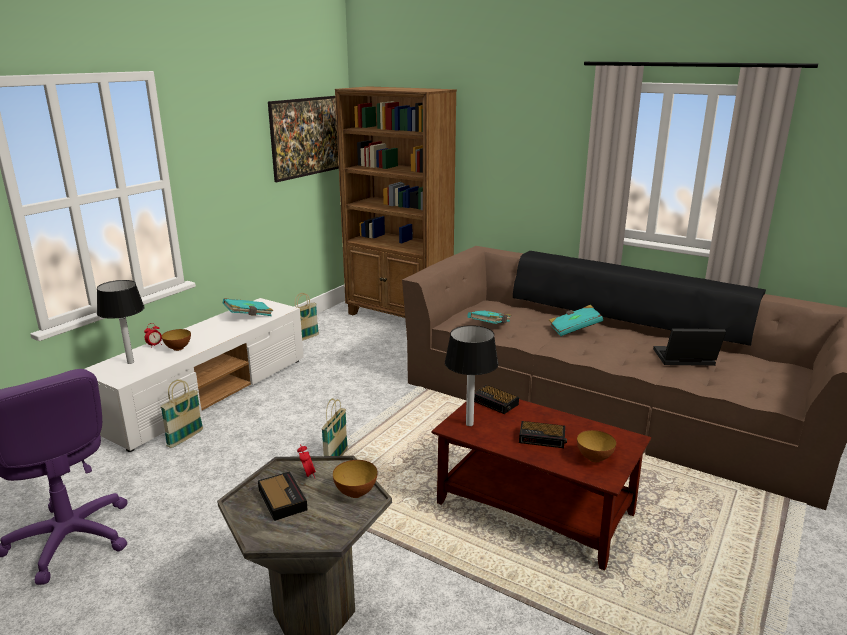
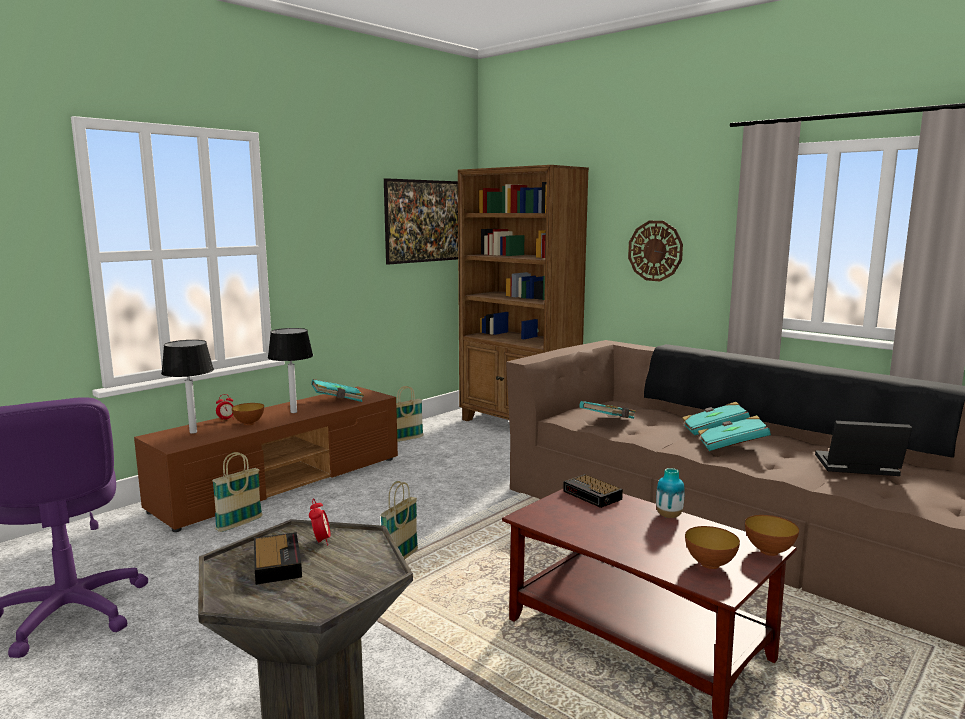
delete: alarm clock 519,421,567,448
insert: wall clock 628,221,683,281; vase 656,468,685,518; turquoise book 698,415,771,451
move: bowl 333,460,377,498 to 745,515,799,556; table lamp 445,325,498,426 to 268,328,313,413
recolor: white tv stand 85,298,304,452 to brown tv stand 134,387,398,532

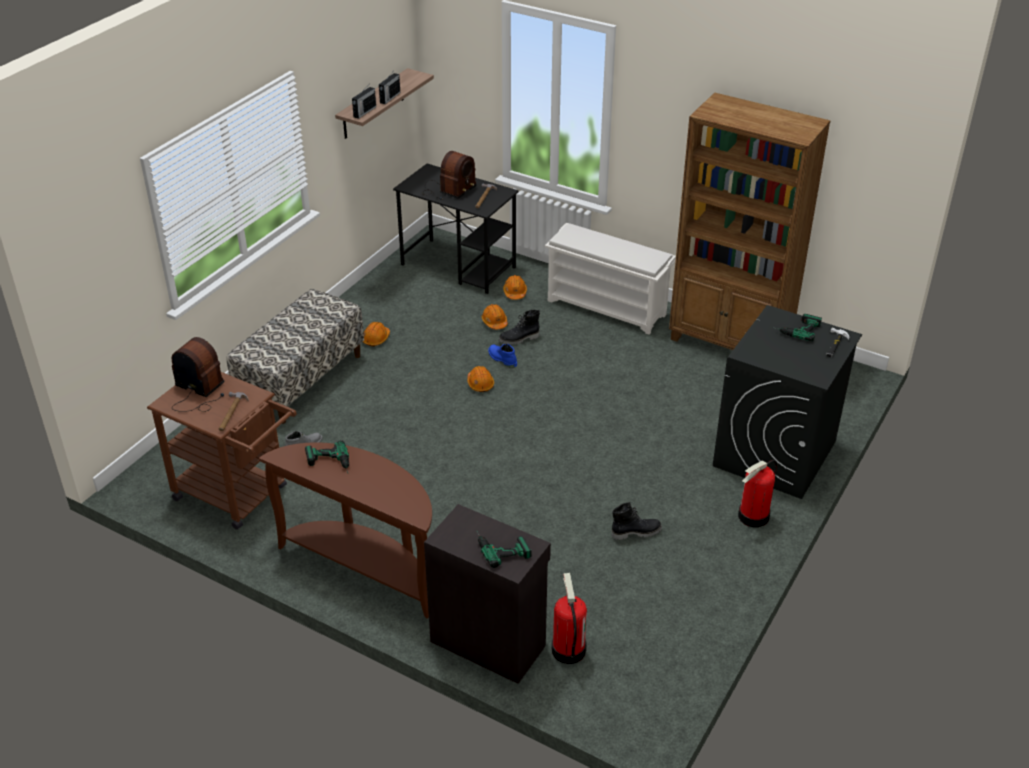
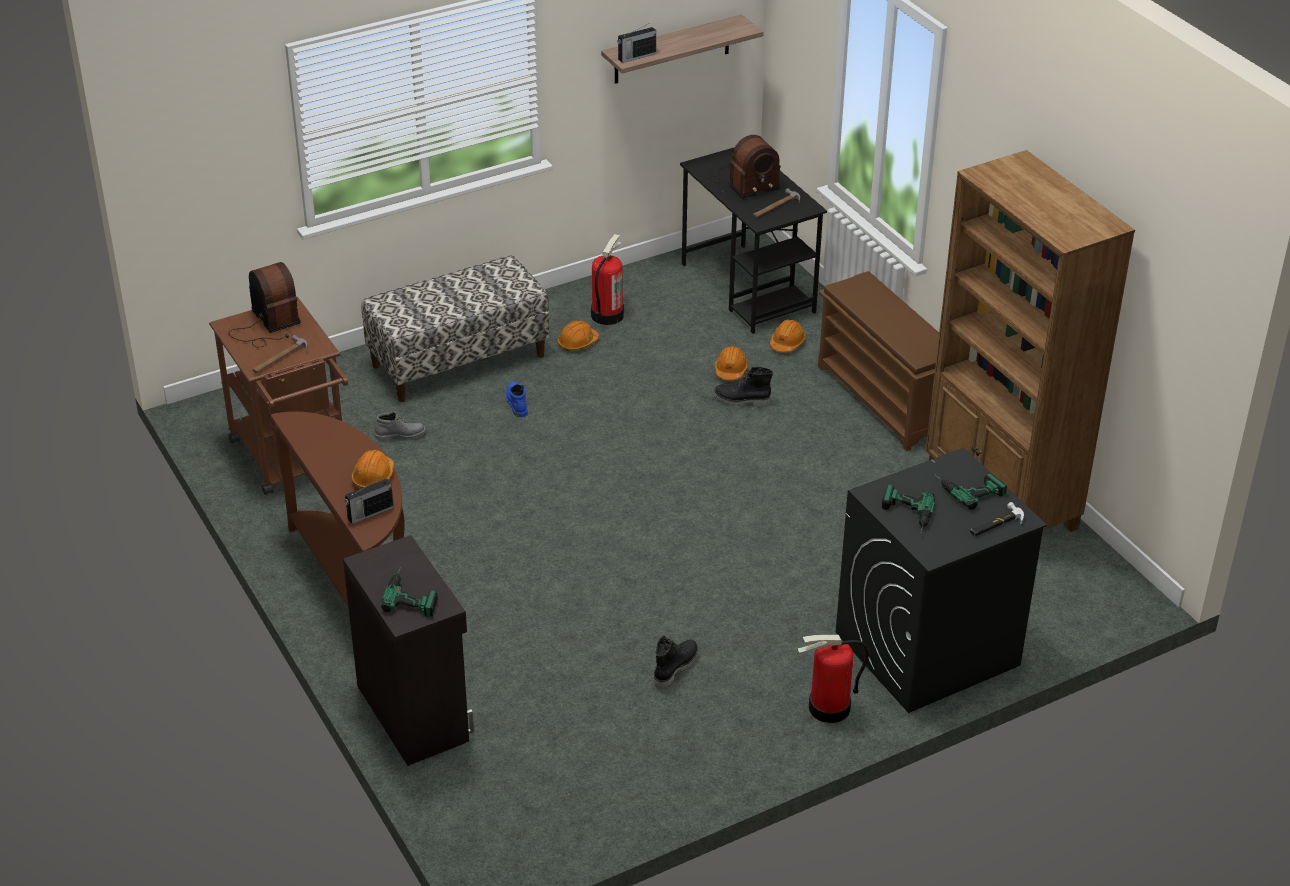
move: power drill 305,440,349,473 to 882,485,935,532; radio 379,72,400,104 to 345,477,394,524; orange hard hat 467,366,494,392 to 352,450,394,488; blue boot 488,344,517,368 to 506,381,528,417; fire extinguisher 552,573,587,664 to 591,234,624,325
recolor: white shoe rack 545,223,676,335 to brown shoe rack 818,271,939,451
rotate: black boot 611,502,662,540 = 654,635,699,689 75 degrees counterclockwise

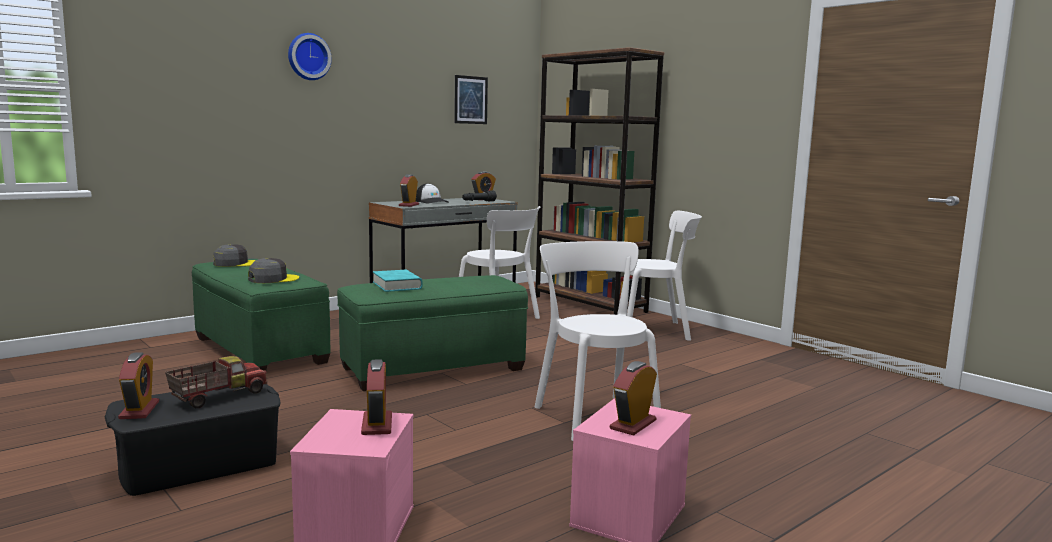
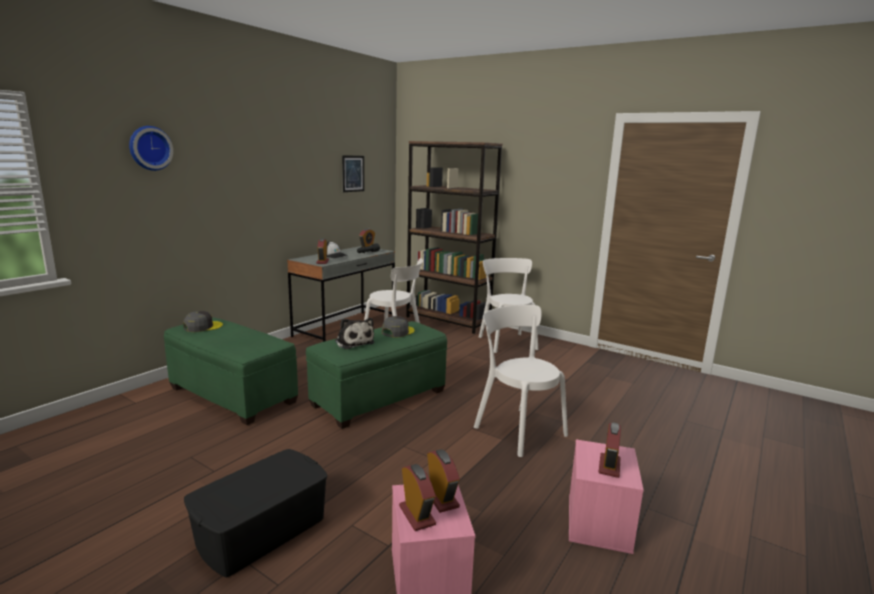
delete: toy truck 165,356,267,408
move: alarm clock 118,352,159,419 to 399,464,436,531; grey cap 248,258,299,283 to 382,316,415,338; wall clock 288,33,332,80 to 129,126,173,171
replace: turquoise book 373,270,423,292 to plush toy 335,318,375,349
rotate: white chair 617,210,702,341 = 479,258,538,353 90 degrees counterclockwise

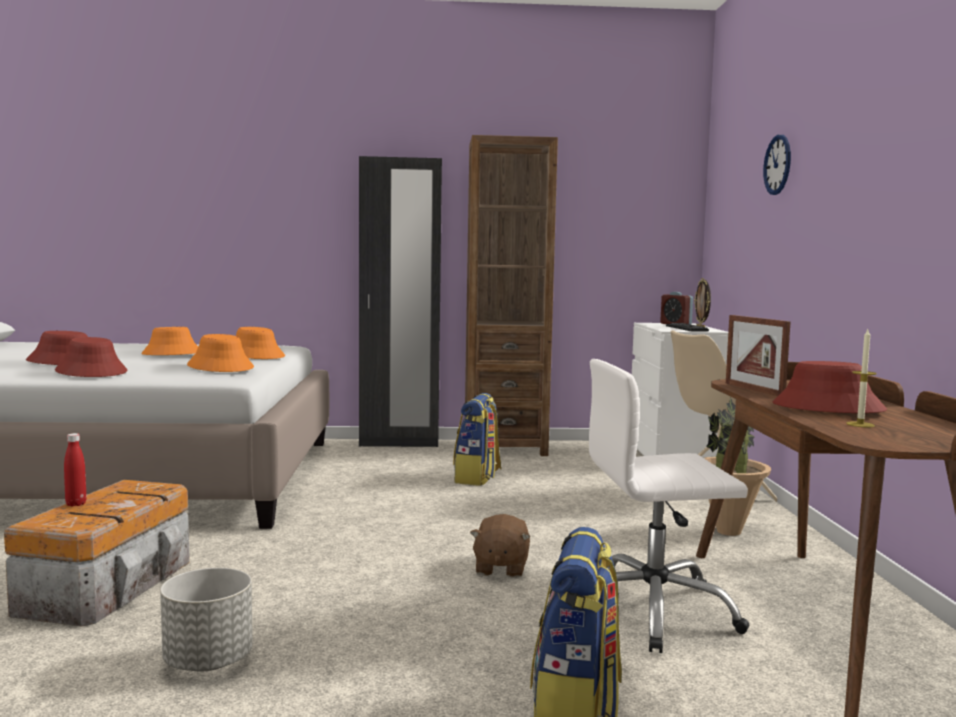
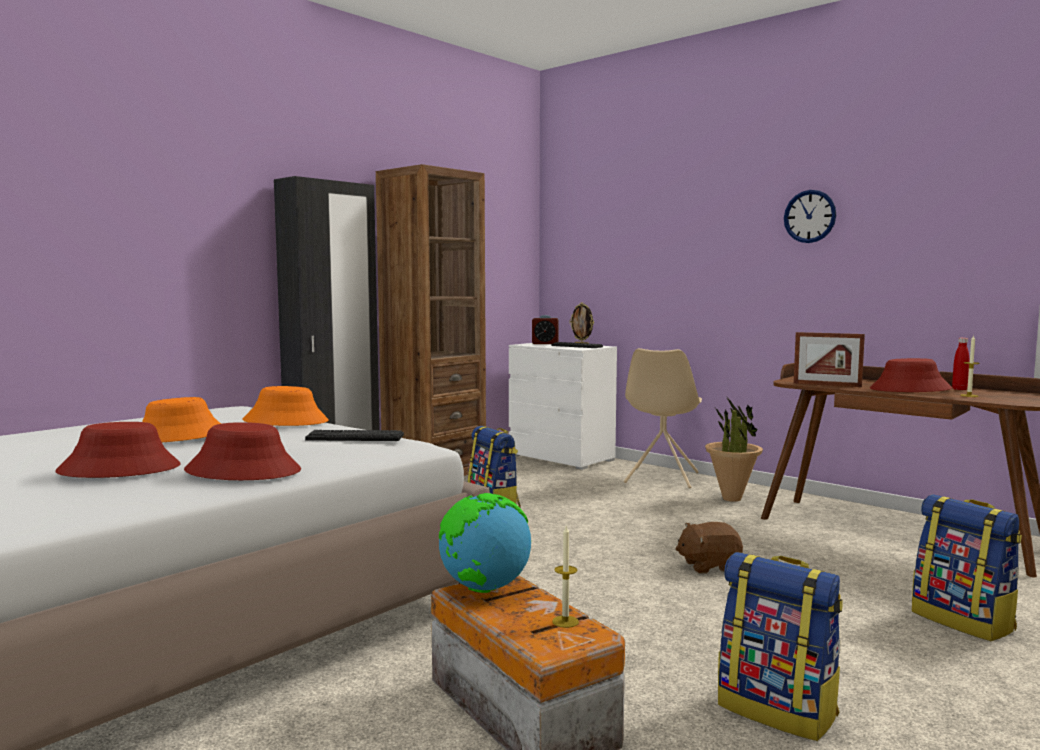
delete: white office chair 589,359,749,653
insert: globe 439,493,531,593; candle 552,526,579,628
move: red bottle 64,433,87,506 to 952,338,970,390; wall clock 763,135,791,195 to 784,190,836,243
replace: grey planter 160,568,253,672 to backpack 718,552,843,741; orange hat 187,334,254,372 to keyboard 305,430,404,441
rotate: brown plush toy 470,514,530,578 = 675,522,743,573 120 degrees clockwise

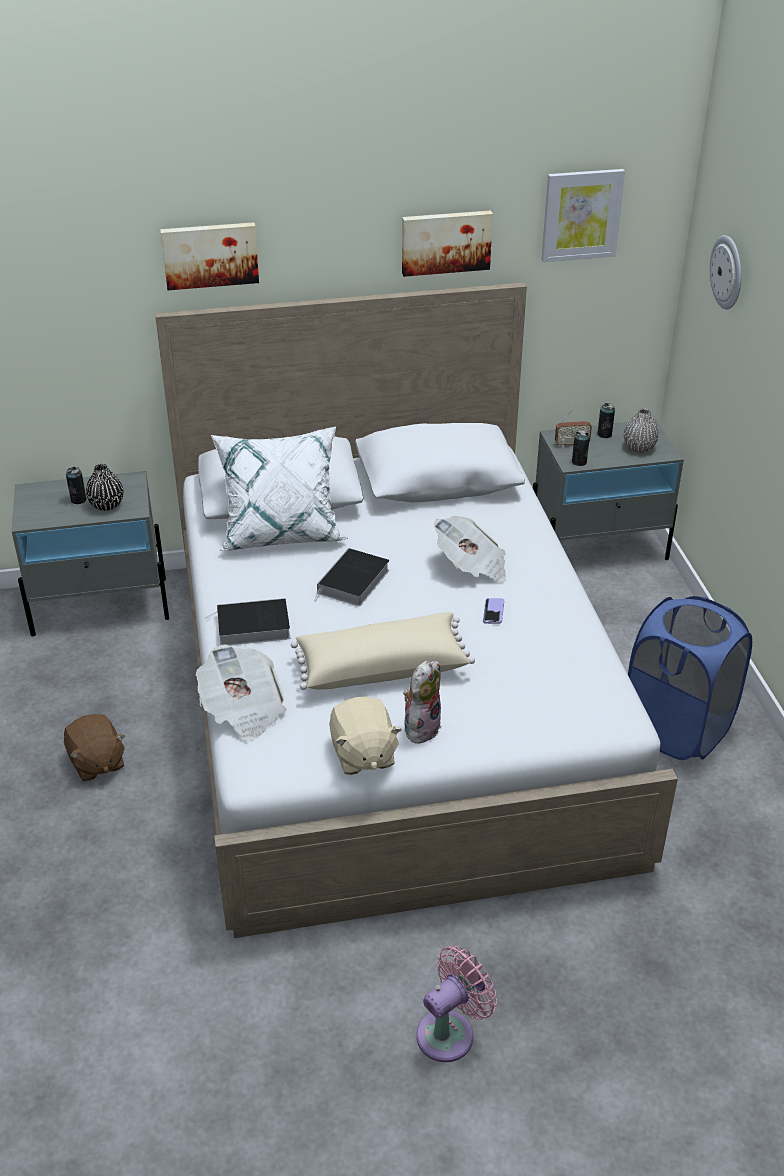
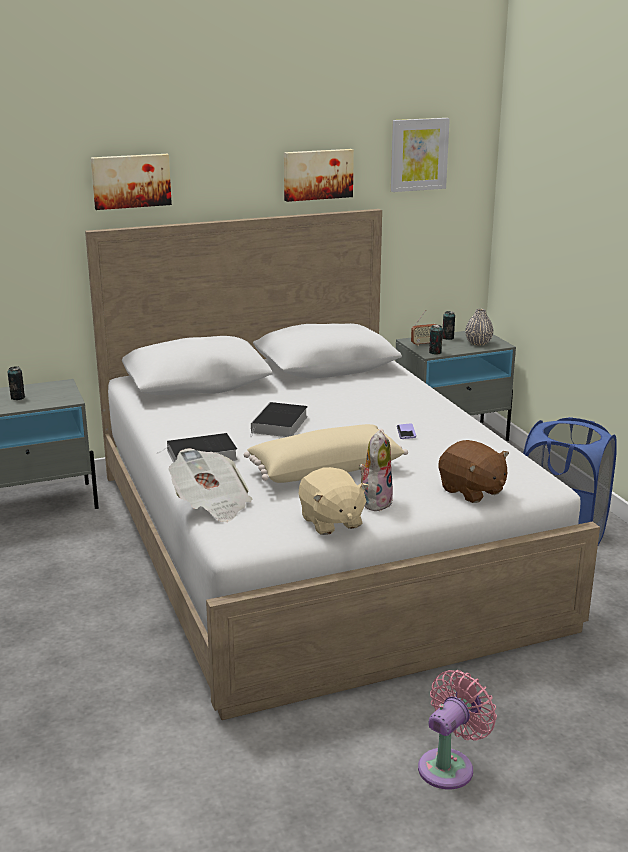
delete: black vase 86,464,124,511; white pillow 211,427,349,551; newspaper 434,516,506,582; wall clock 710,235,741,309
move: brown plush toy 64,714,125,781 to 439,440,509,503

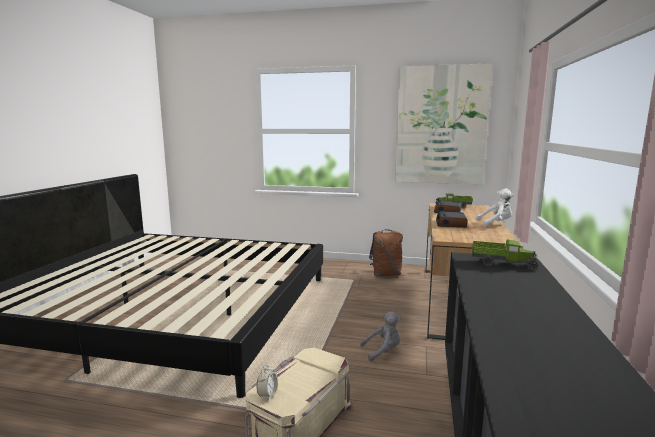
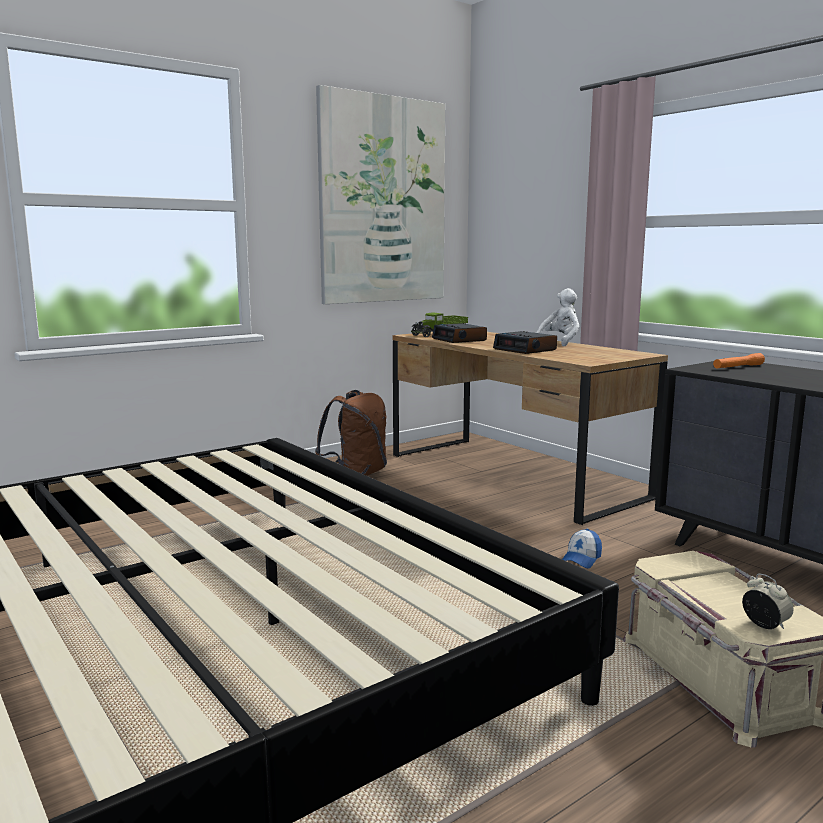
replace: grey plush toy 360,312,401,361 to cap 562,529,602,569; toy truck 472,240,539,270 to orange flashlight 713,353,765,369

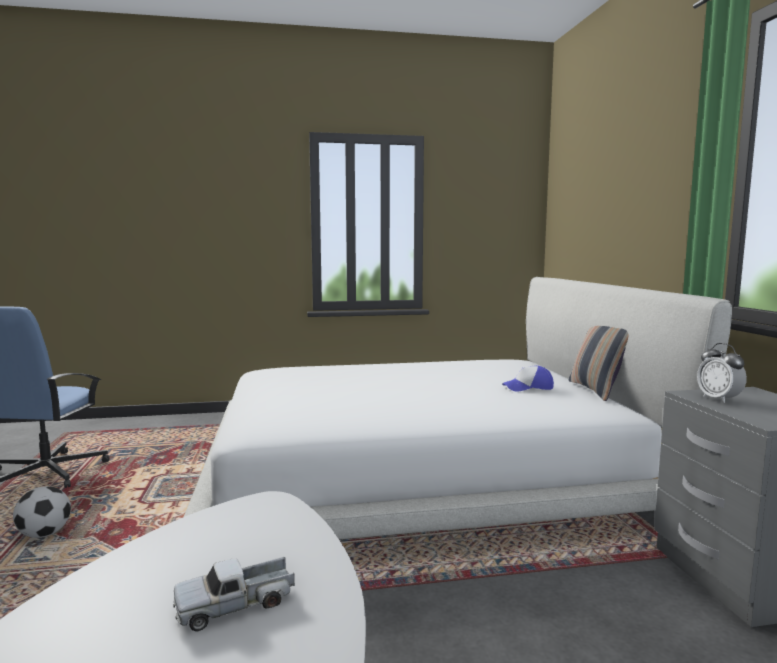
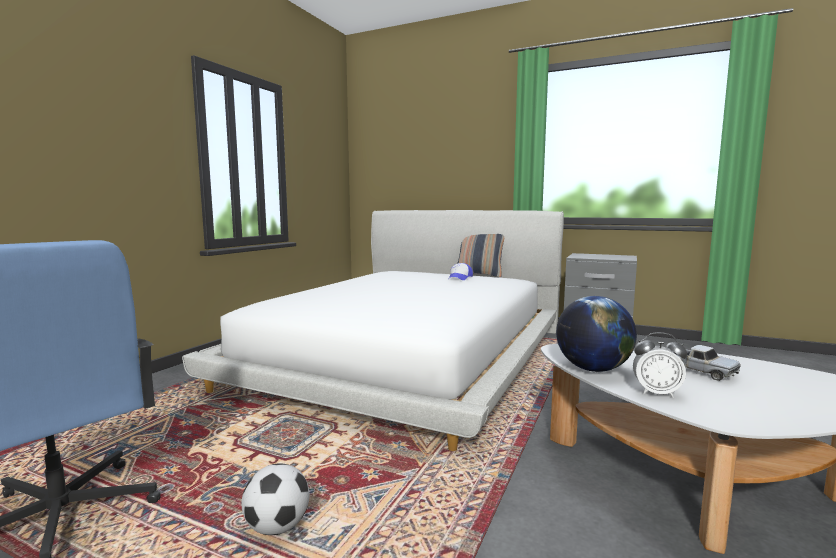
insert: globe 556,296,637,372
move: alarm clock 697,343,747,403 to 633,332,687,398
rotate: toy truck 173,557,295,631 = 667,345,741,381 45 degrees counterclockwise

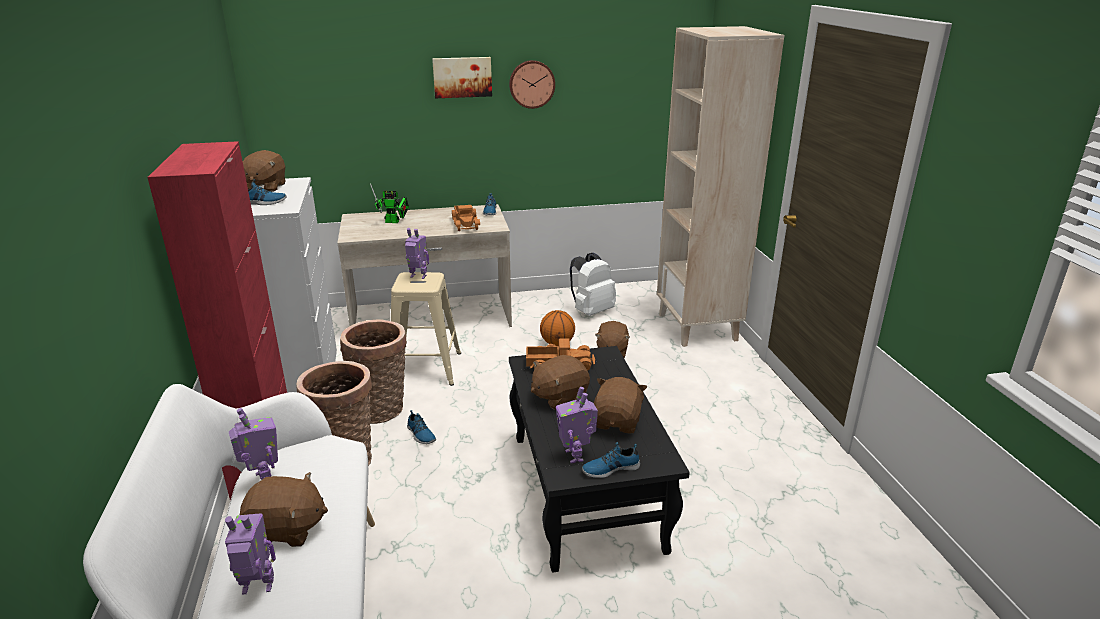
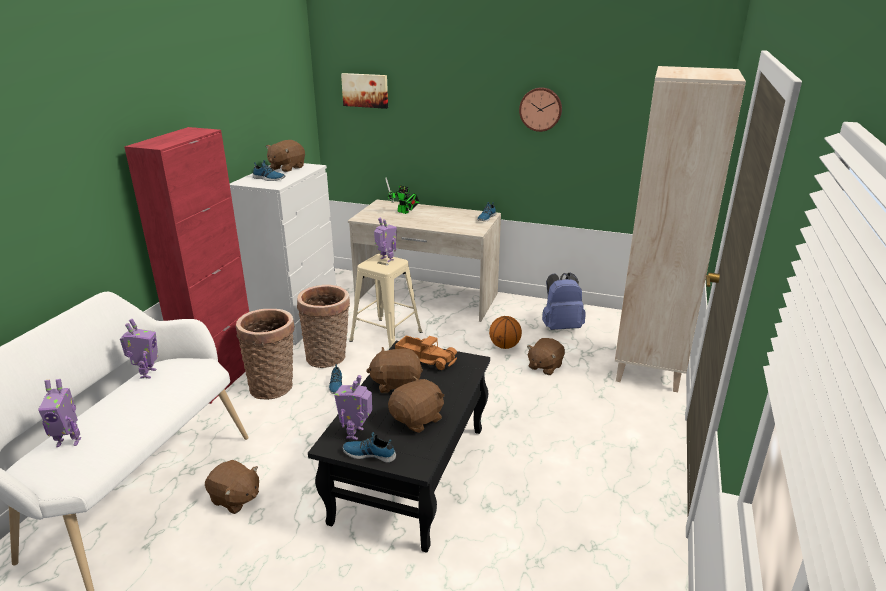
delete: toy truck 452,205,480,231
move: brown plush toy 240,472,328,547 to 205,460,259,514; picture 432,57,492,98 to 341,73,388,109
recolor: white backpack 570,253,616,316 to blue backpack 542,273,586,330
rotate: toy robot 225,513,276,595 = 38,379,81,447 150 degrees clockwise

